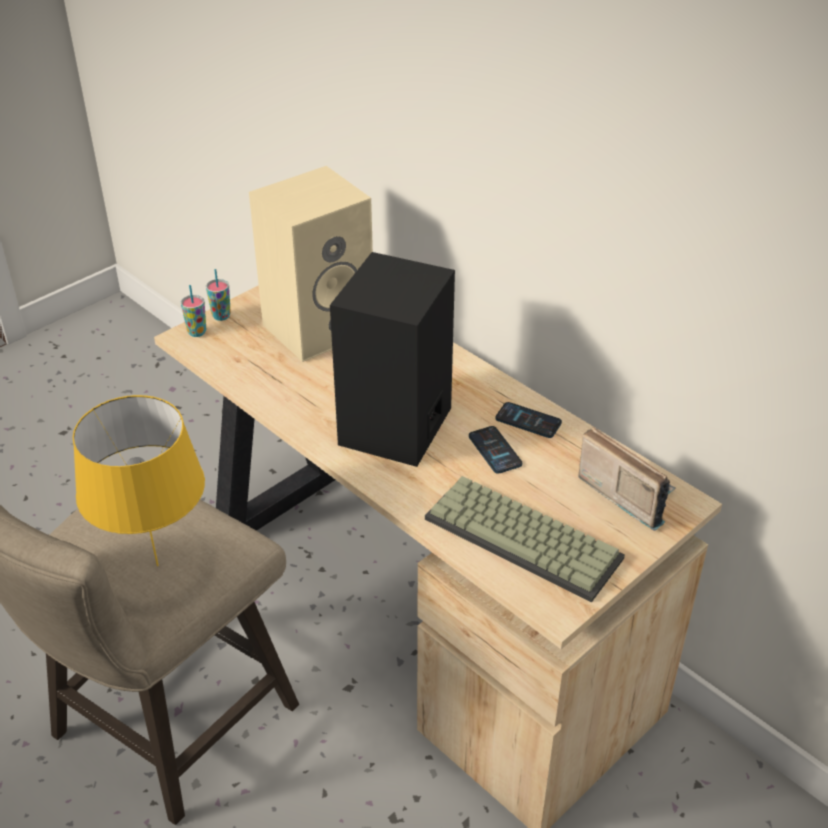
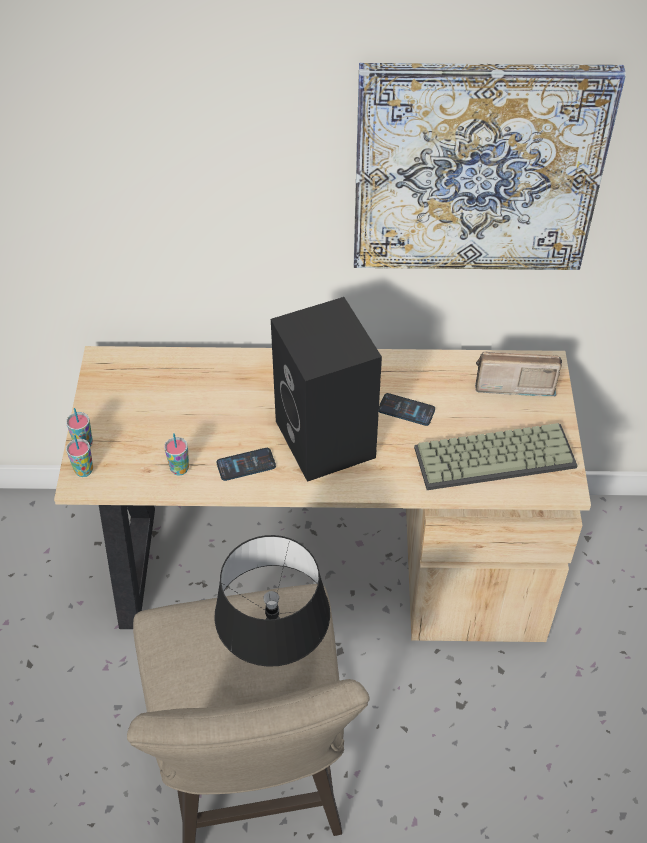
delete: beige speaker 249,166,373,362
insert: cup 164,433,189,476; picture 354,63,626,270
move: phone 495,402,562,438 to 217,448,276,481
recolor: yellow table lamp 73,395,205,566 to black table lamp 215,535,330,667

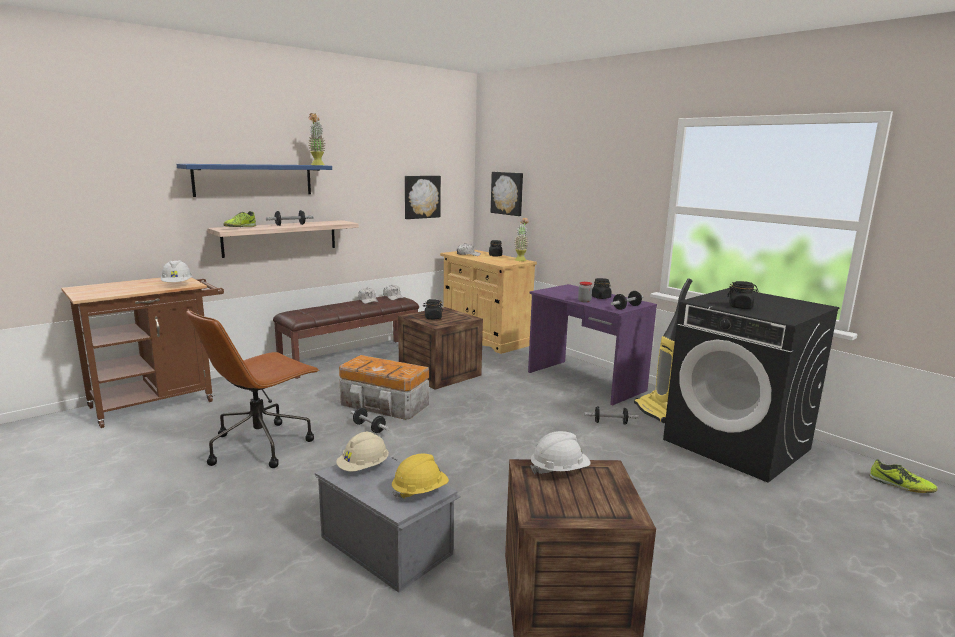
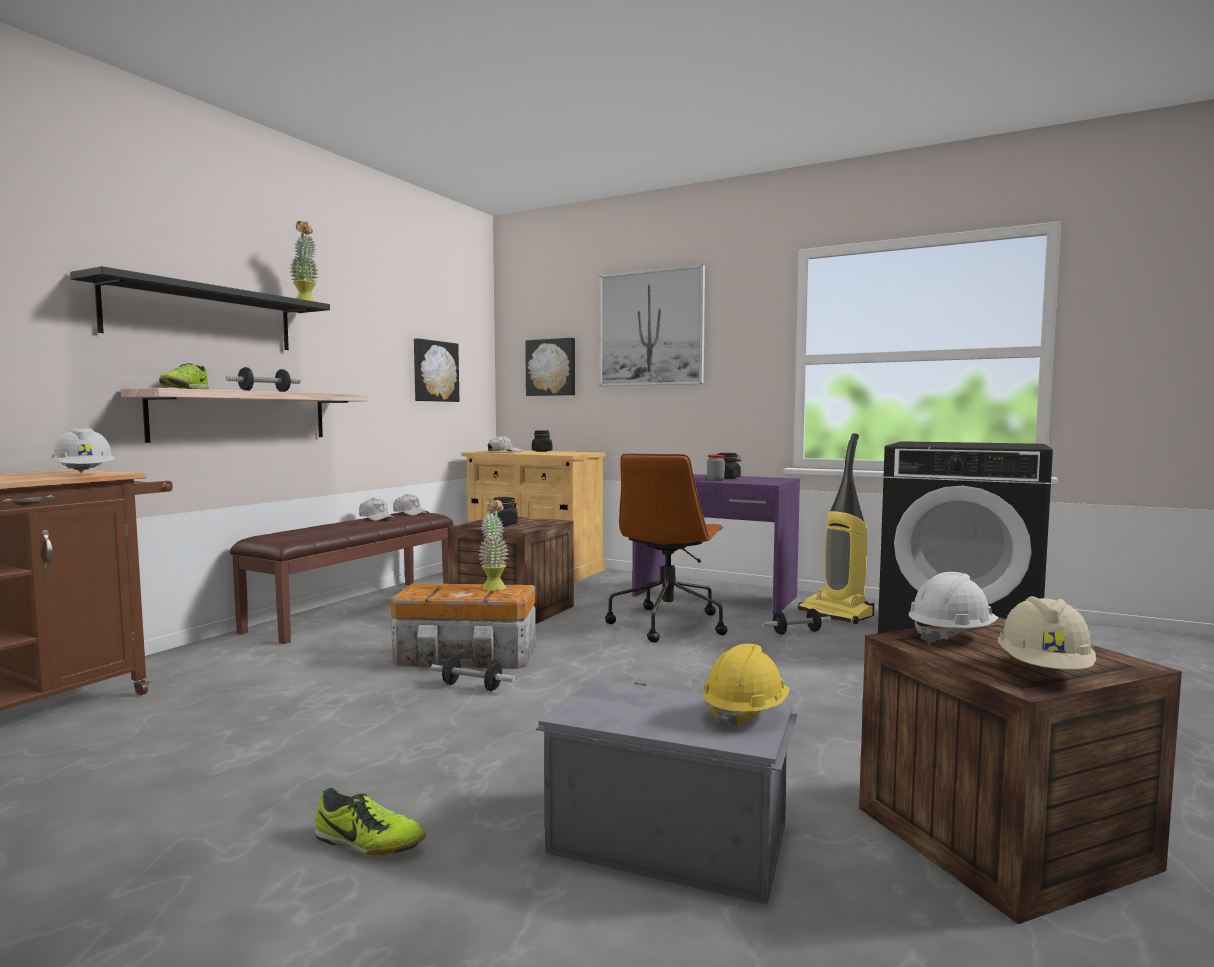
delete: dumbbell 611,291,643,310; black jar 727,281,759,309
insert: picture 599,264,705,386
move: brown office chair 186,309,319,468 to 605,453,727,642; beige hard hat 336,432,389,472 to 998,596,1096,670; potted plant 514,218,529,261 to 478,500,510,591; shoe 869,459,938,493 to 315,787,425,856
recolor: blue shelf 177,164,332,197 to black shelf 70,266,330,350

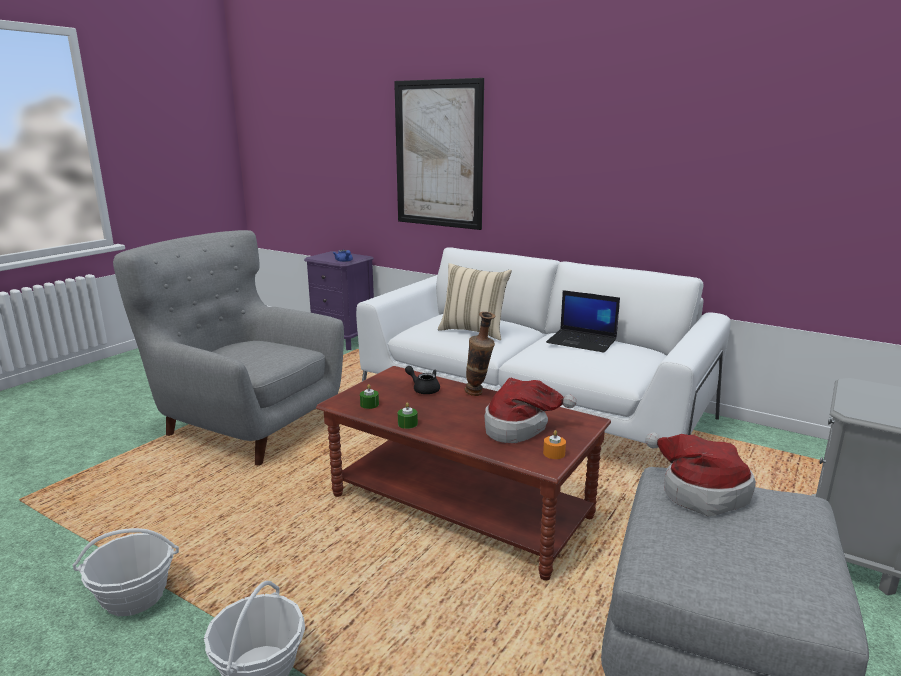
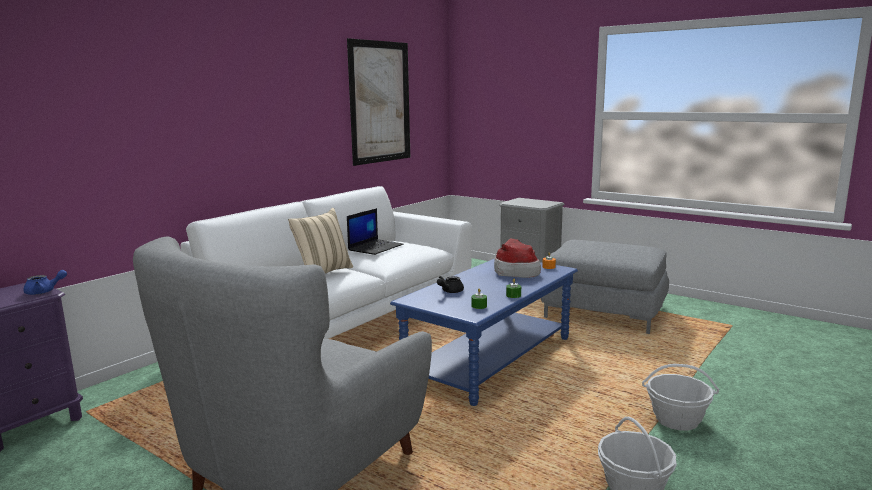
delete: vase 464,312,495,396; hat 645,432,756,517
move: picture 394,78,484,230 to 347,38,410,166
recolor: brown coffee table 316,366,611,581 to blue coffee table 390,259,578,406

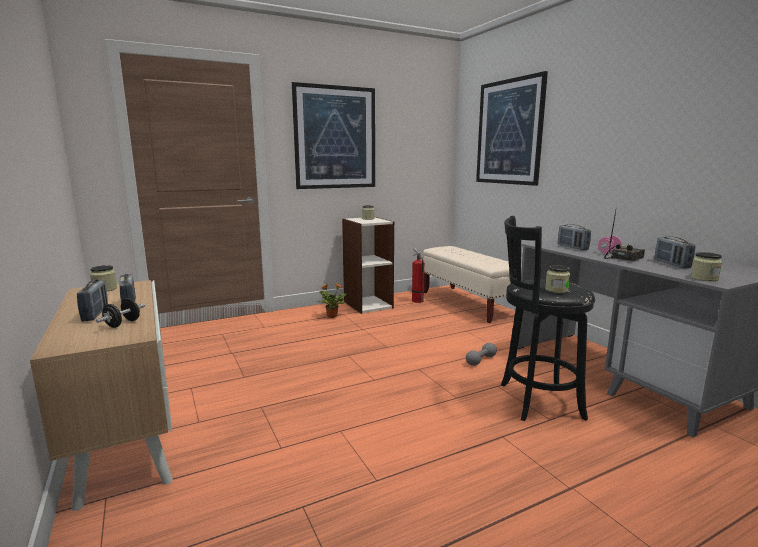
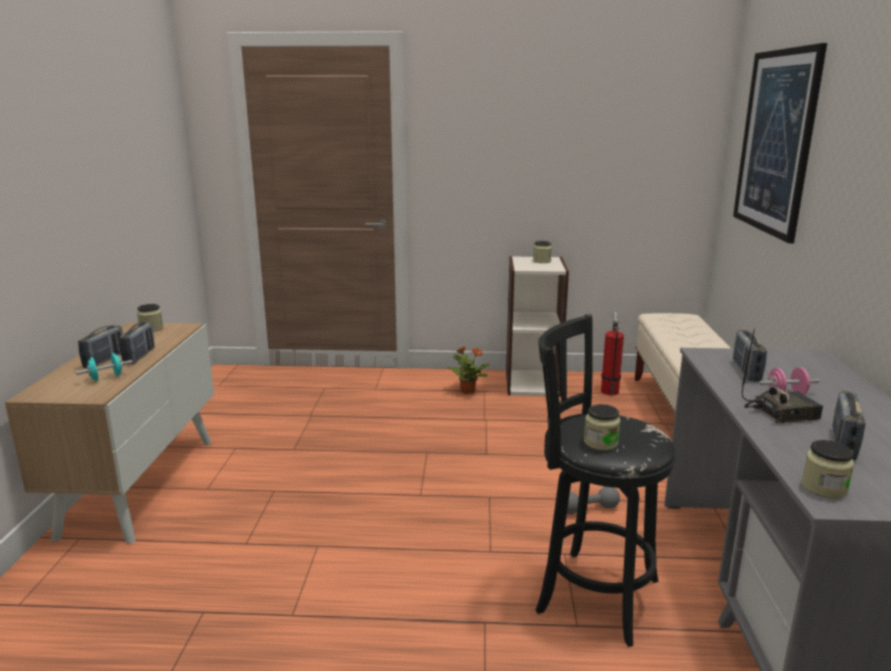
delete: picture 292,82,375,189
recolor: black dumbbell 96,298,145,328 to turquoise dumbbell 76,353,133,381

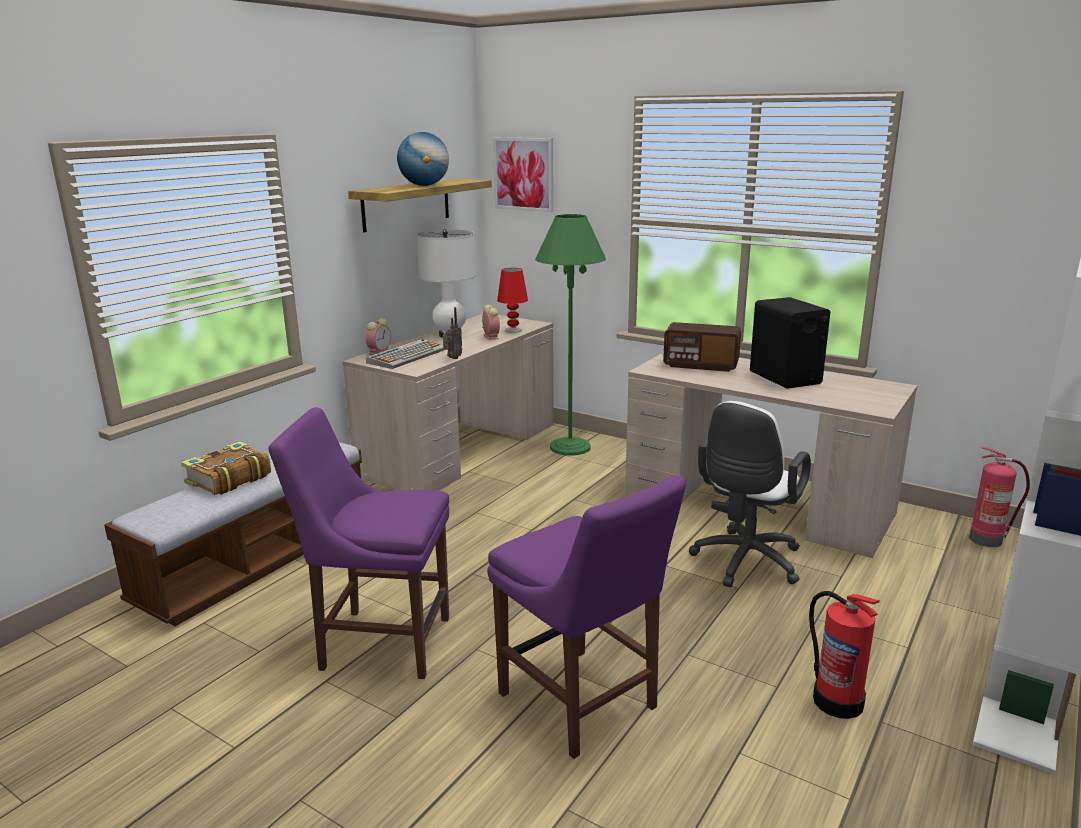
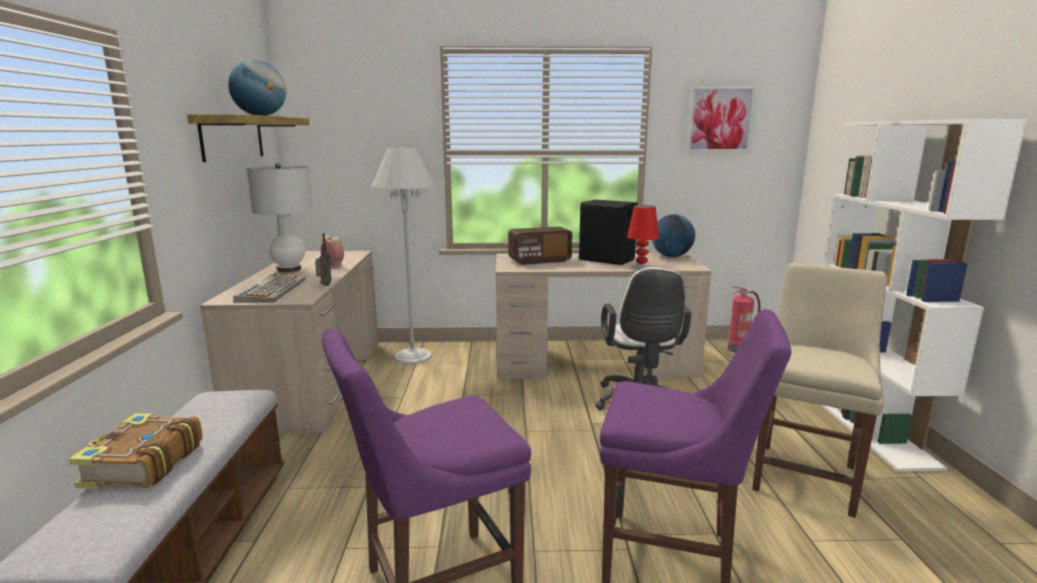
delete: alarm clock 366,318,391,355
insert: globe 652,214,695,257
move: picture 493,138,553,212 to 686,86,756,152; red table lamp 497,268,528,333 to 627,205,659,270
replace: fire extinguisher 809,591,880,719 to beige chair 752,263,887,518
recolor: green floor lamp 535,214,606,456 to white floor lamp 371,147,436,364

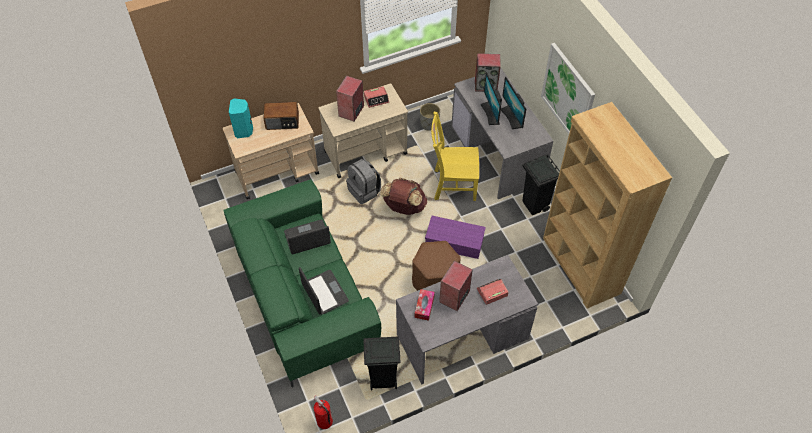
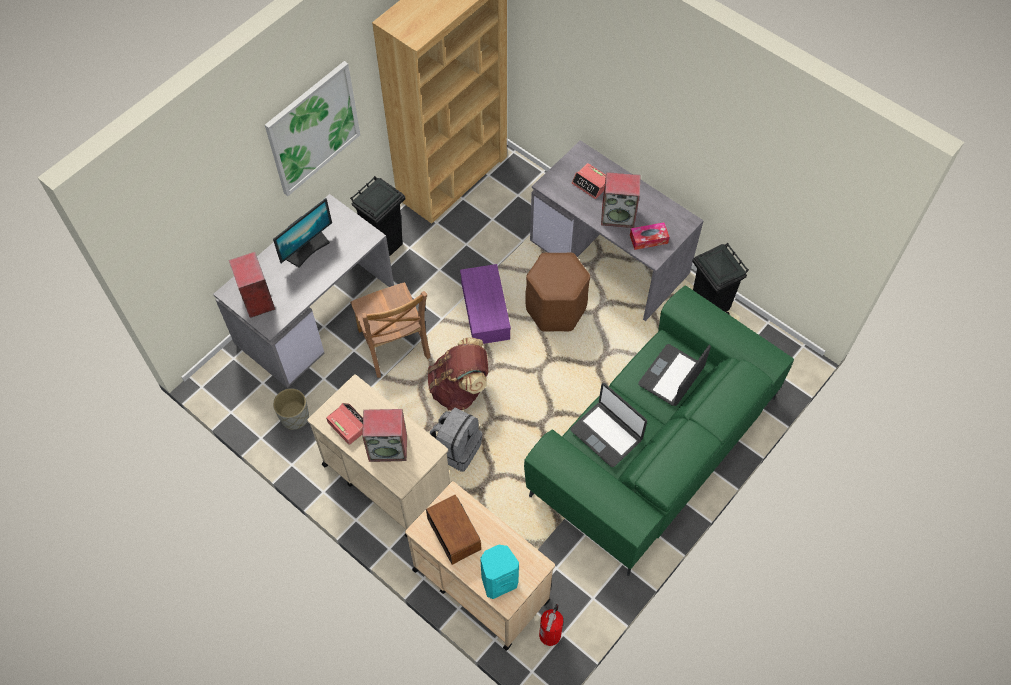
delete: monitor 481,72,502,125
move: fire extinguisher 314,395,333,429 to 539,604,563,646
recolor: yellow chair 431,112,479,201 to brown chair 350,282,431,378

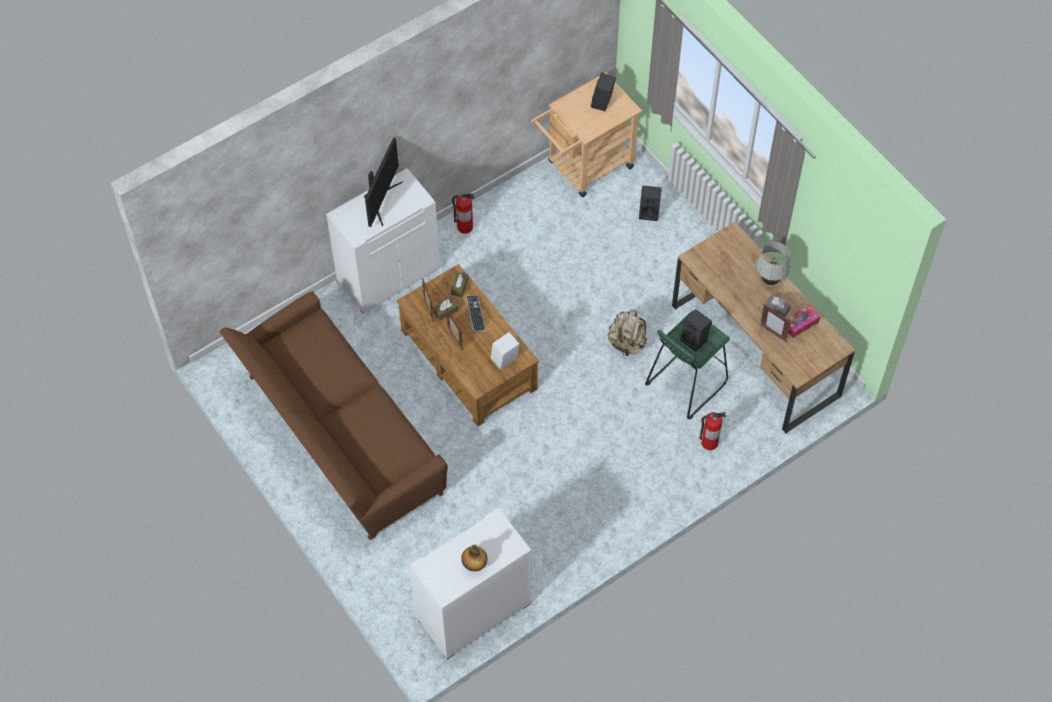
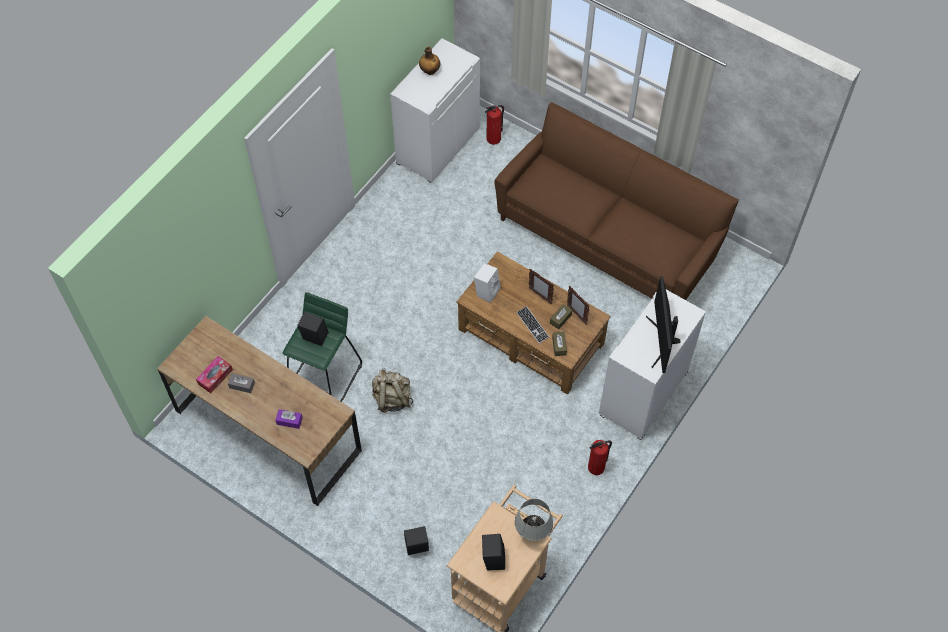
delete: picture frame 760,305,791,342
insert: purple tissue box 276,409,302,429
move: fire extinguisher 700,412,726,450 to 485,105,504,145; white table lamp 756,242,791,285 to 515,499,553,541

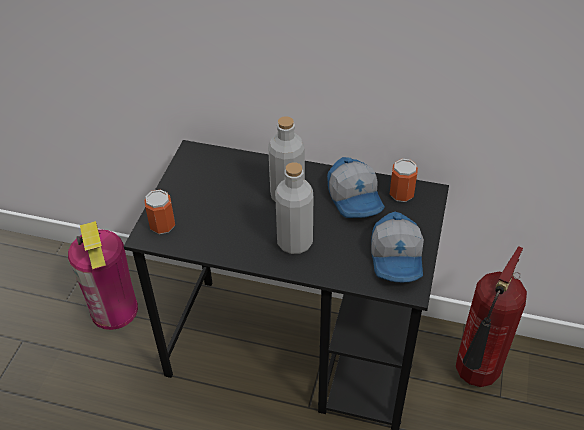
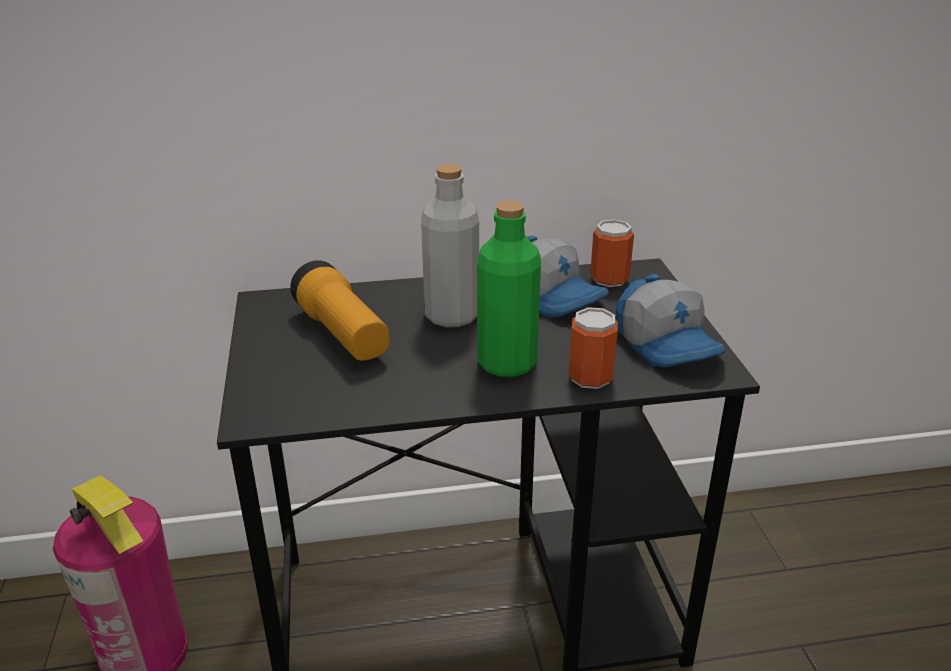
delete: fire extinguisher 456,246,527,387
insert: flashlight 290,260,390,361
move: can 144,189,175,234 to 569,307,618,389
recolor: grey bottle 275,162,313,254 to green bottle 477,200,541,377

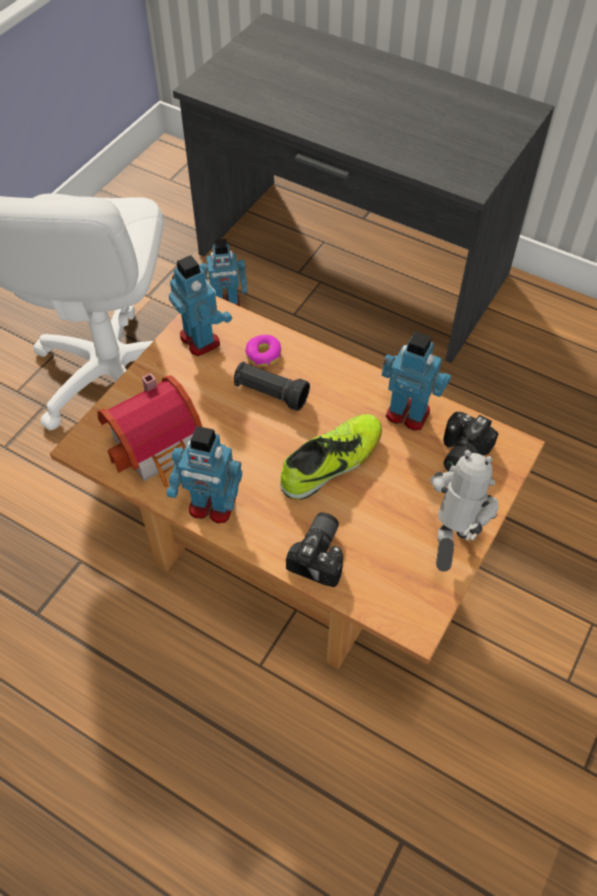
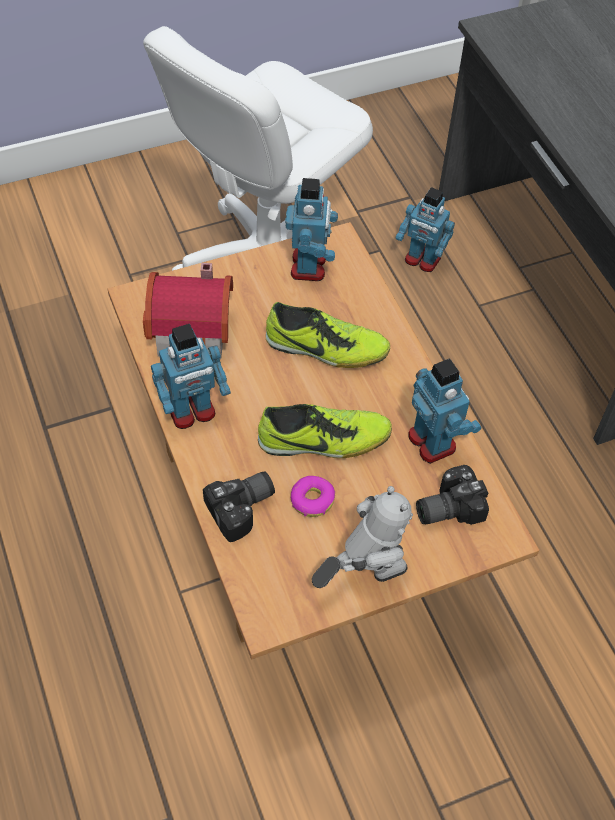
move: donut 245,335,281,367 to 291,476,335,517
replace: black flashlight 234,362,310,411 to shoe 266,302,390,368
rotate: toy robot 167,426,242,523 = 151,324,231,429 75 degrees counterclockwise

